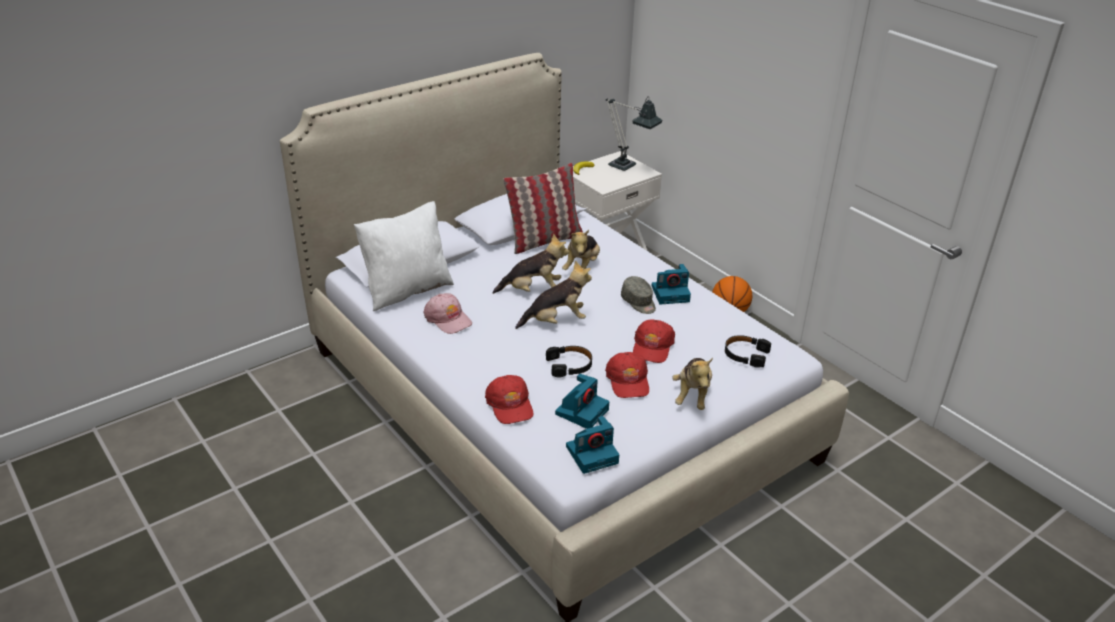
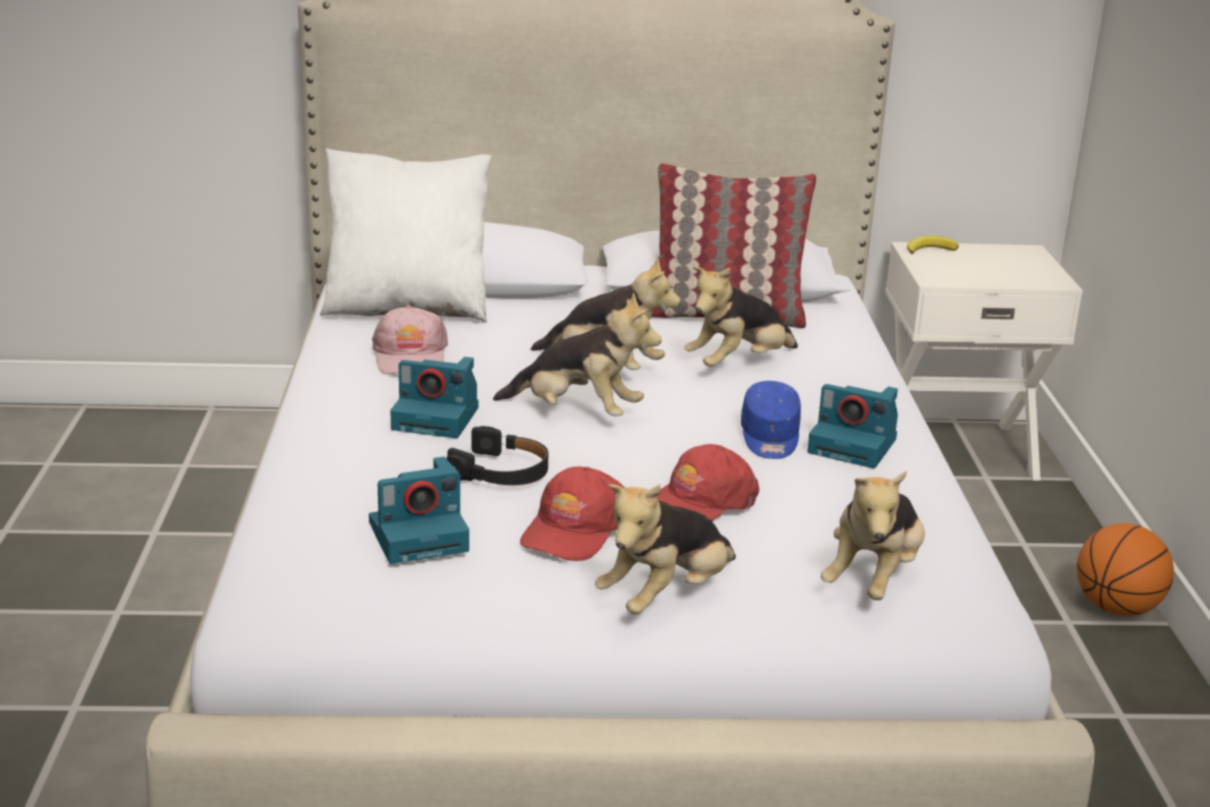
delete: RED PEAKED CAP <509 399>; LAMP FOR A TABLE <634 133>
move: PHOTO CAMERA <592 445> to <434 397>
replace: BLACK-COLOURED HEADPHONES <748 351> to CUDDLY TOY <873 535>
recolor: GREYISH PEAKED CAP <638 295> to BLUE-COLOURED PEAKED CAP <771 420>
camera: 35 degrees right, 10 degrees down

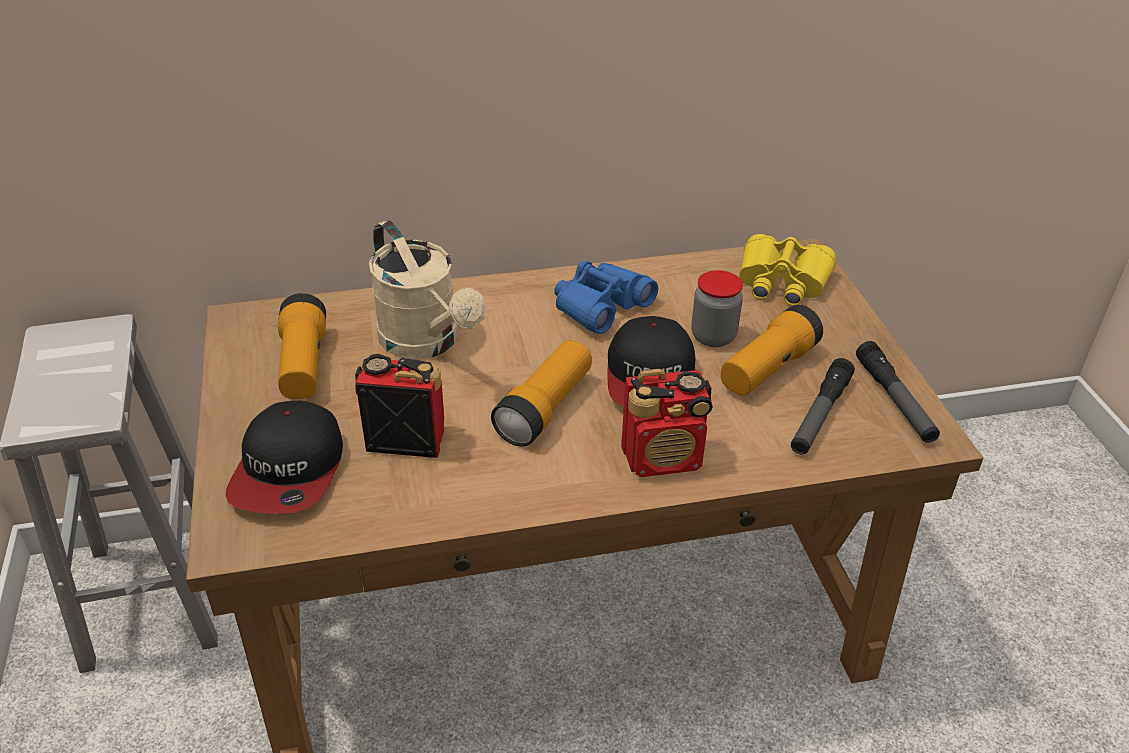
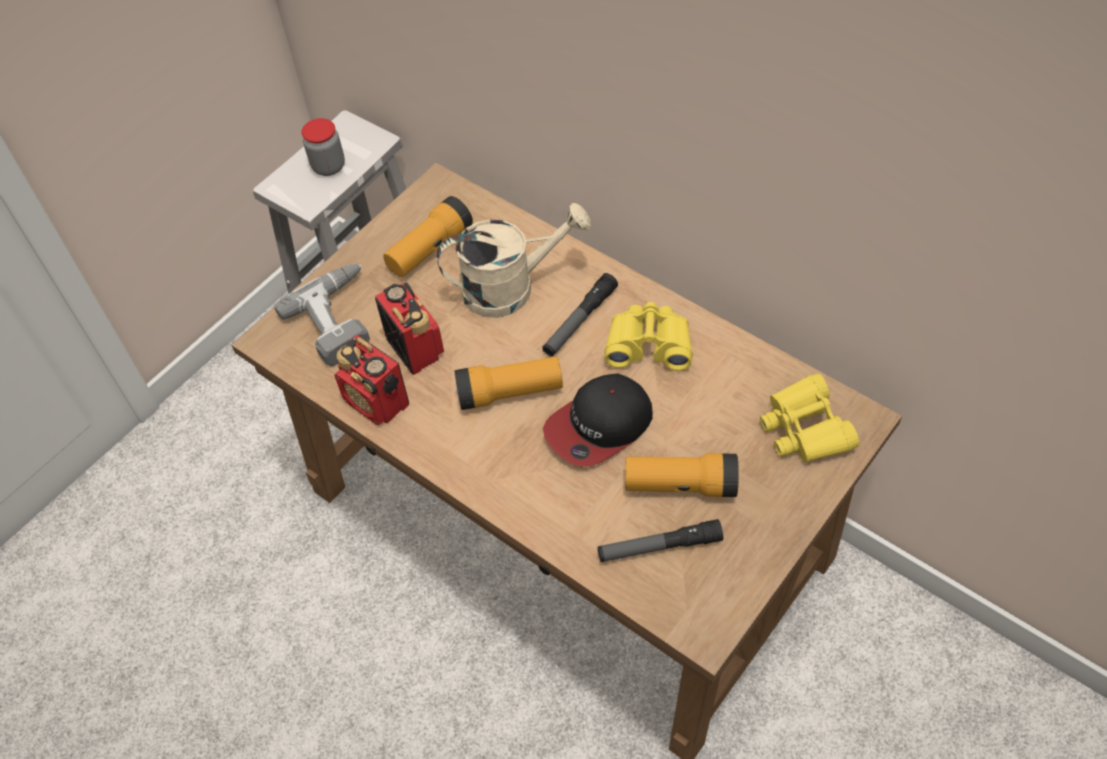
move: RADIO SET <667 423> to <372 380>; JAR <717 308> to <323 147>; FLASHLIGHT <898 392> to <580 315>
replace: PEAKED CAP <284 457> to POWER DRILL <322 315>
recolor: BLUE-COLOURED PAIR OF BINOCULARS <606 297> to YELLOW-COLOURED PAIR OF BINOCULARS <648 336>
rotate: SAND-COLOURED SPRINKLING CAN <427 289> = <513 260> 120 degrees counterclockwise
camera: 55 degrees right, 15 degrees up

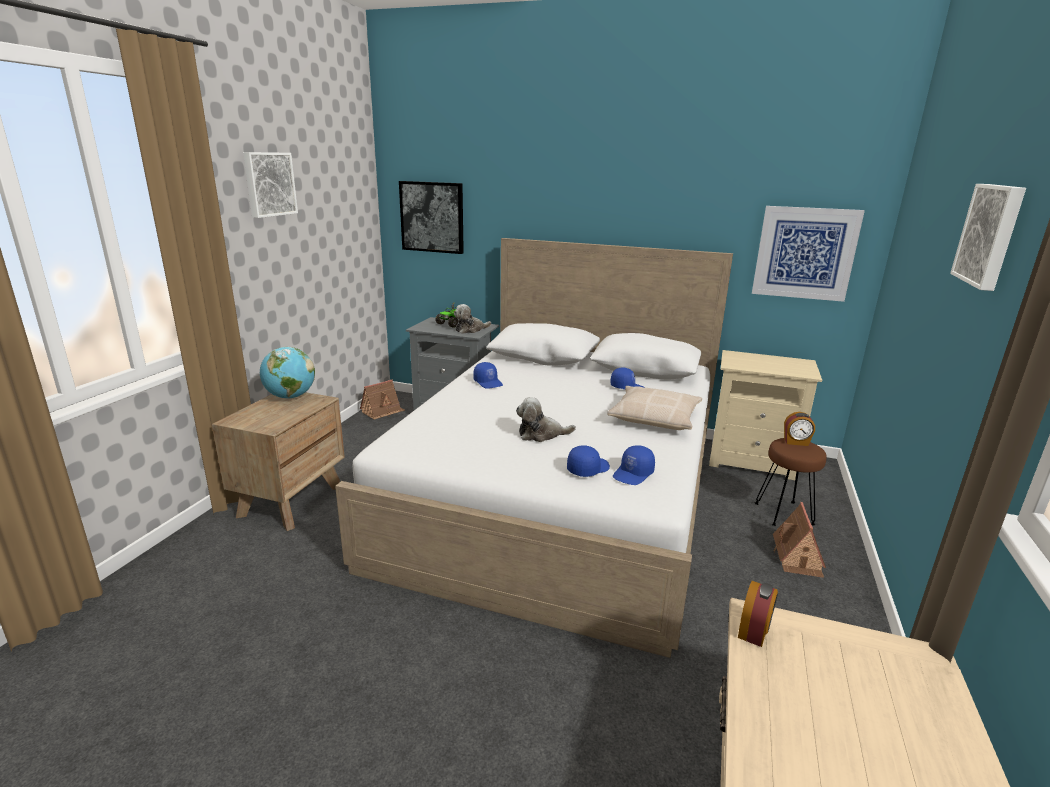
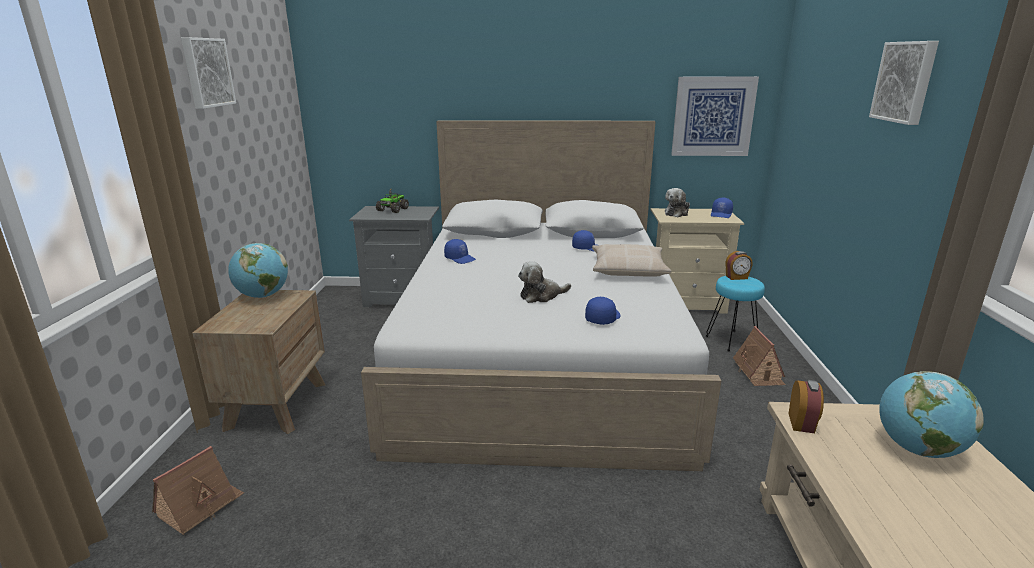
delete: PICTURE <431 217>
insert: WORLD GLOBE <931 414>
move: MINIATURE HOUSE <382 400> to <198 490>; CUDDLY TOY <472 319> to <677 202>; BLUE-COLOURED PEAKED CAP <634 465> to <722 207>
recolor: BROWN STOOL <791 482> to BLUE-GREEN STOOL <735 314>
camera: 15 degrees left, 0 degrees up

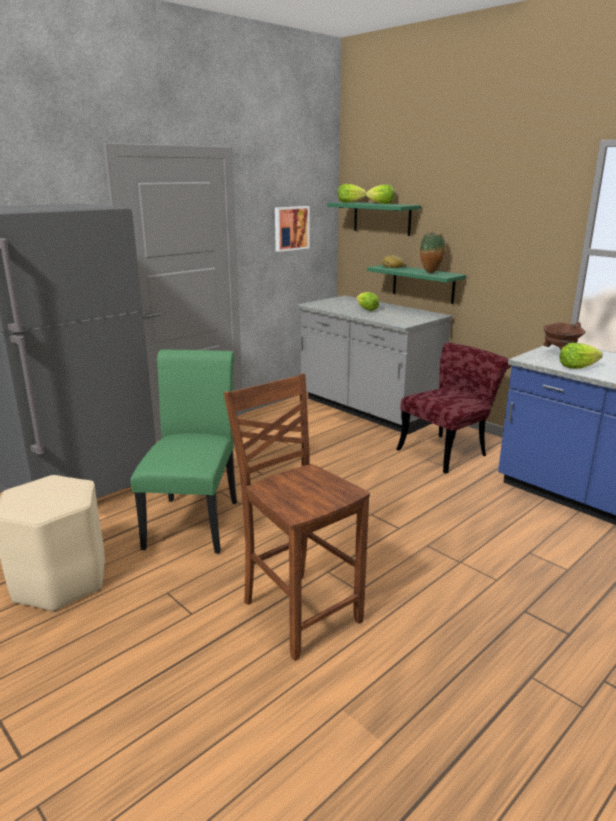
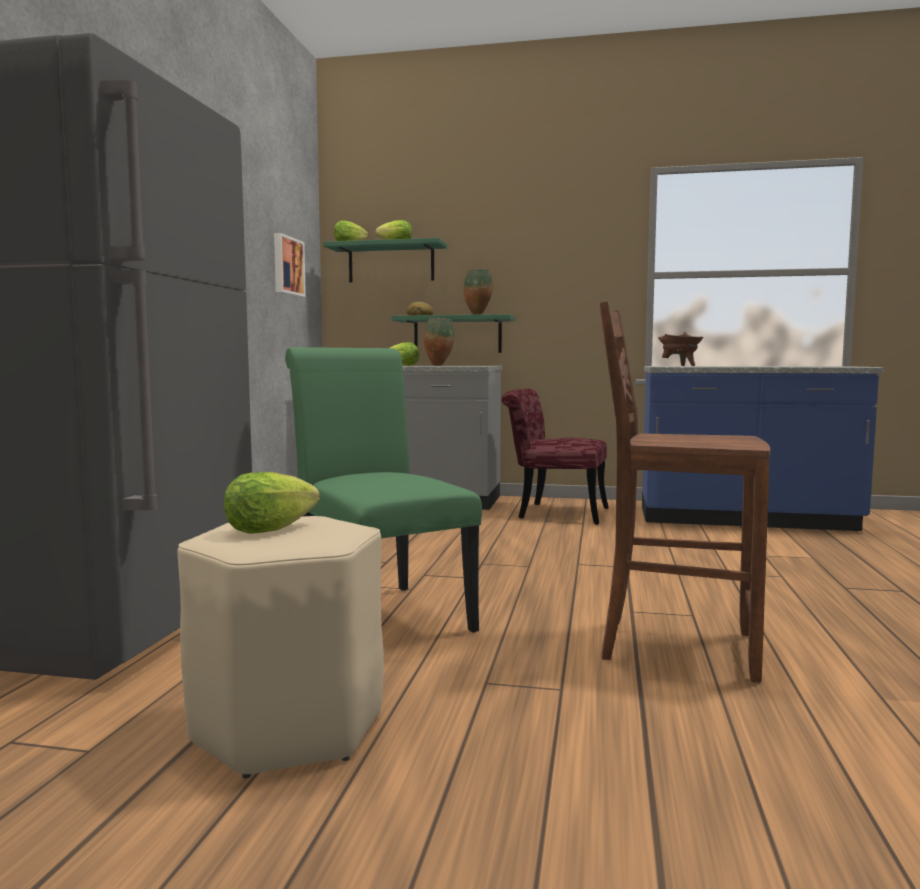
insert: DECORATIVE VASE <439 341>
move: LETTUCE HEAD <581 356> to <272 503>
rotate: RED PLAIN CHAIR <454 408> = <555 457> 90 degrees counterclockwise
camera: 35 degrees left, 15 degrees down

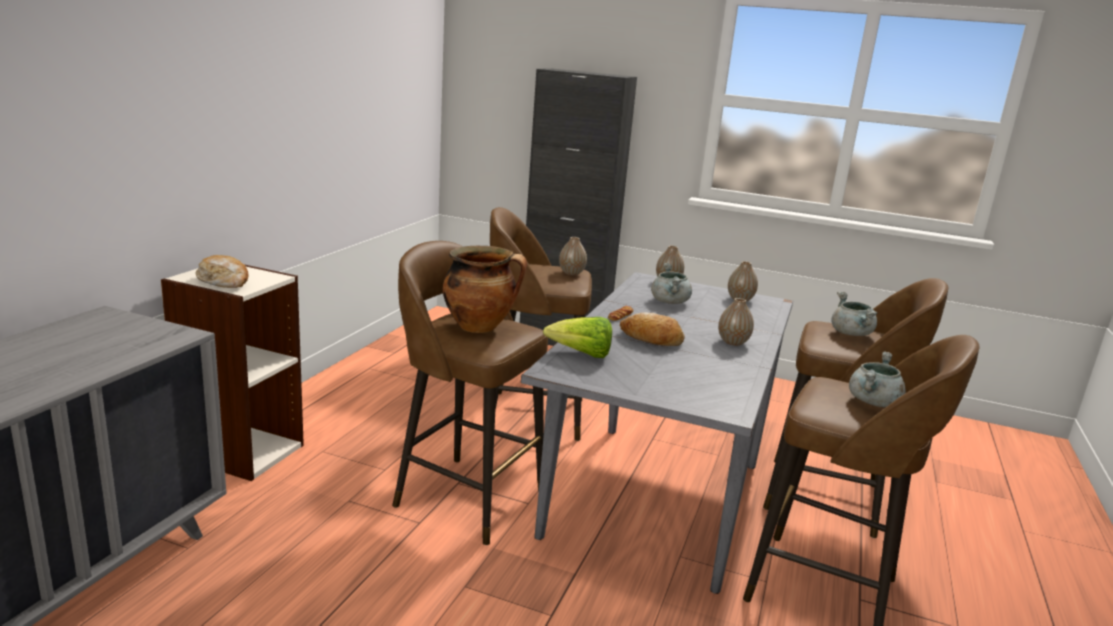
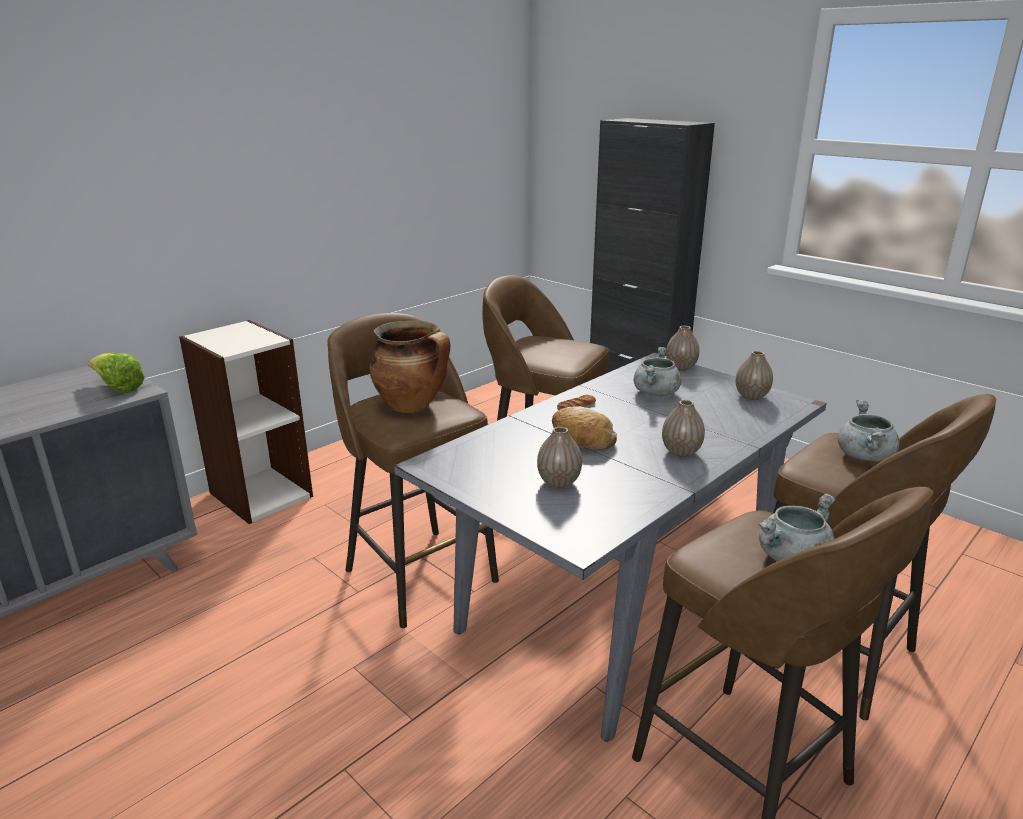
delete: BREAD <222 271>
move: LETTUCE HEAD <577 337> to <116 373>; DECORATIVE VASE <573 256> to <559 457>
camera: 25 degrees right, 5 degrees up

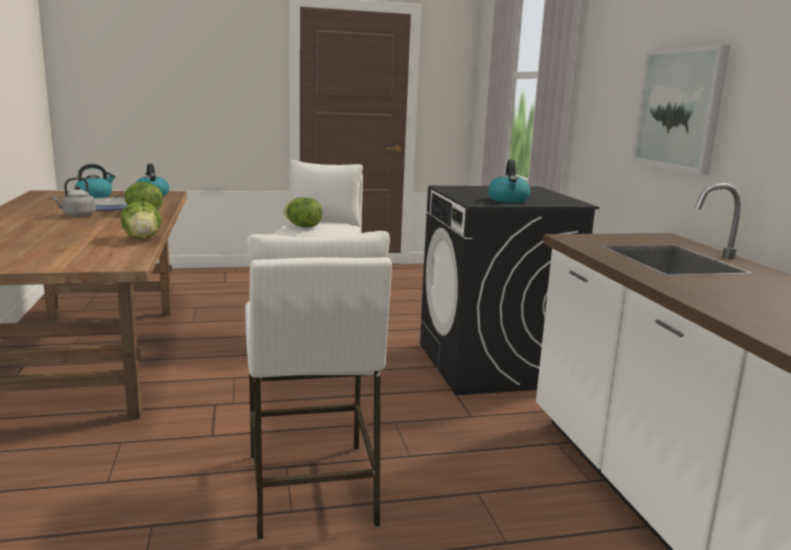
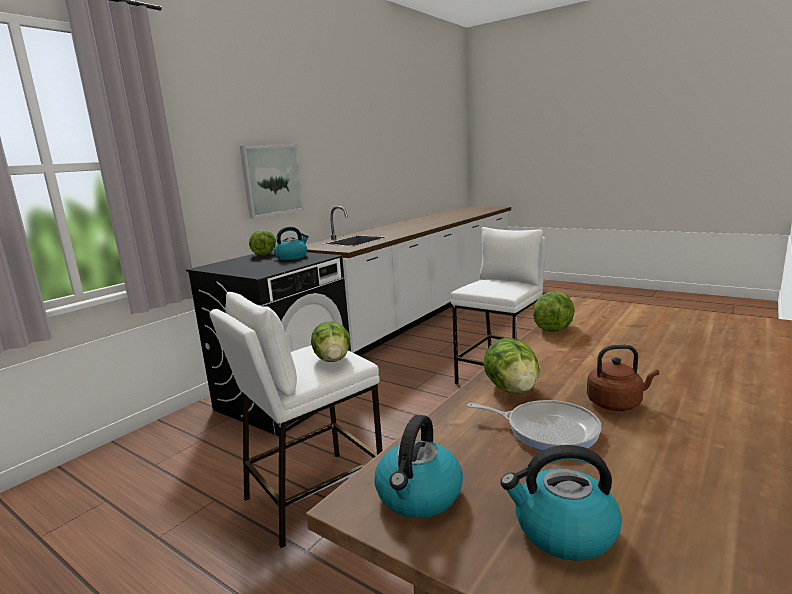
insert: LETTUCE HEAD <262 242>
recolor: GREYISH TEA KETTLE <74 197> to BROWN TEA KETTLE <623 378>
camera: 130 degrees left, 0 degrees up

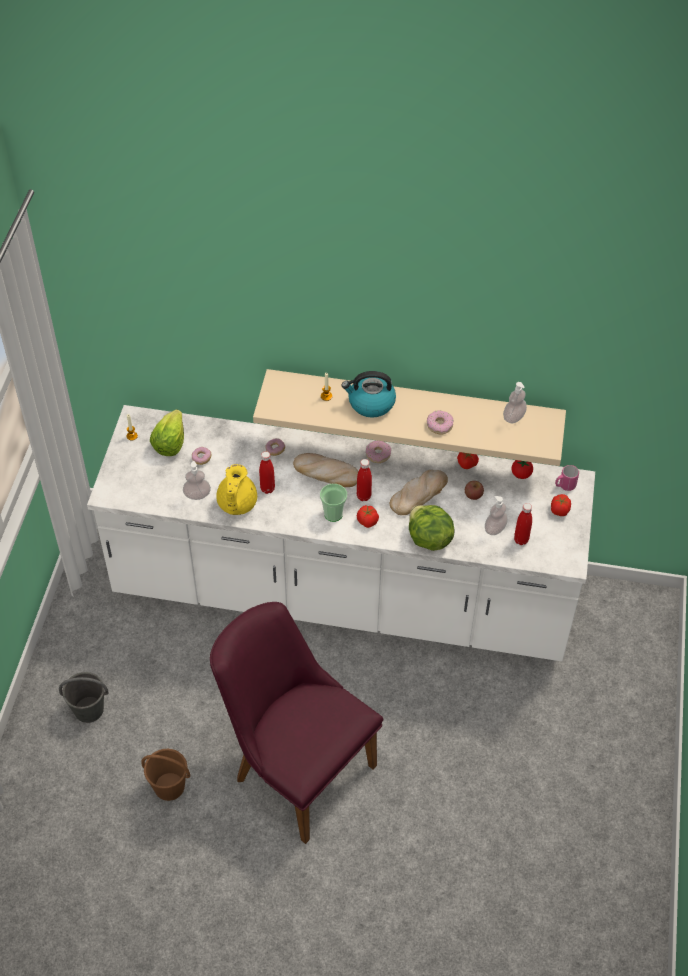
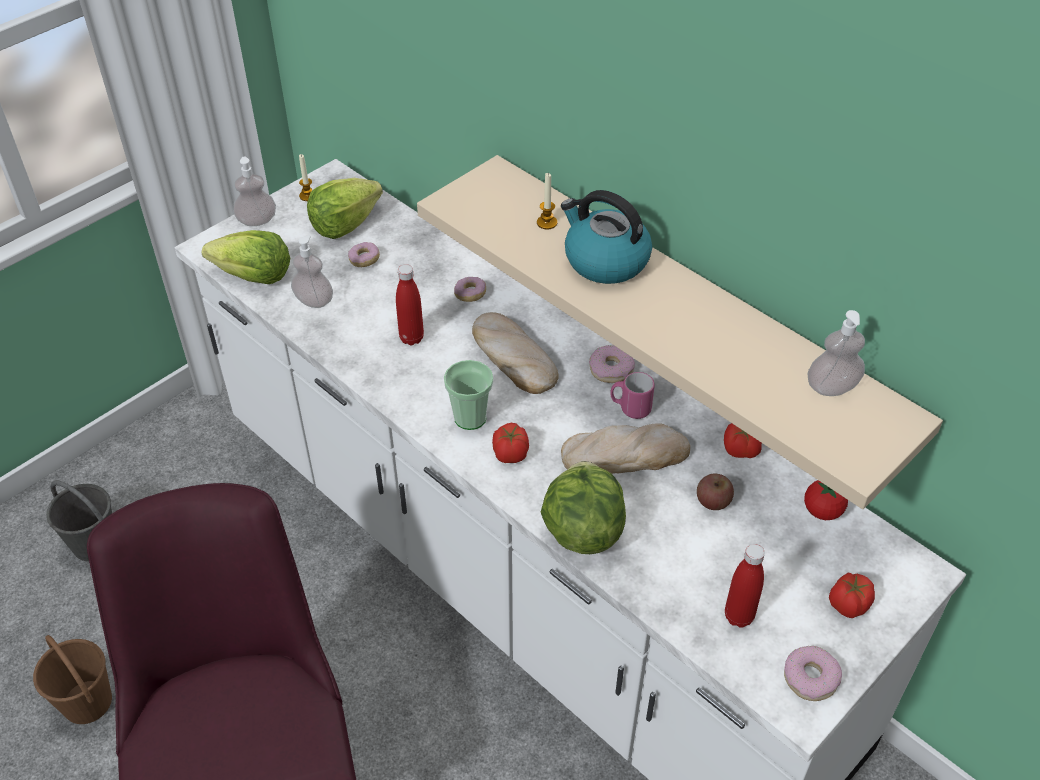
delete: YELLOW-COLOURED TEA POT <236 489>; RED BOTTLE <364 480>
insert: LETTUCE HEAD <245 257>
move: DONUT <440 422> to <813 673>; LIQUID SOAP BOTTLE <496 515> to <254 191>; PINK-COLOURED COFFEE MUG <567 478> to <632 395>
camera: 35 degrees right, 5 degrees down

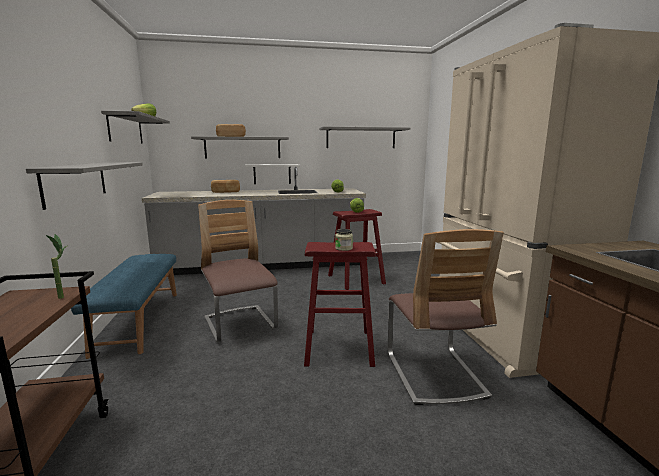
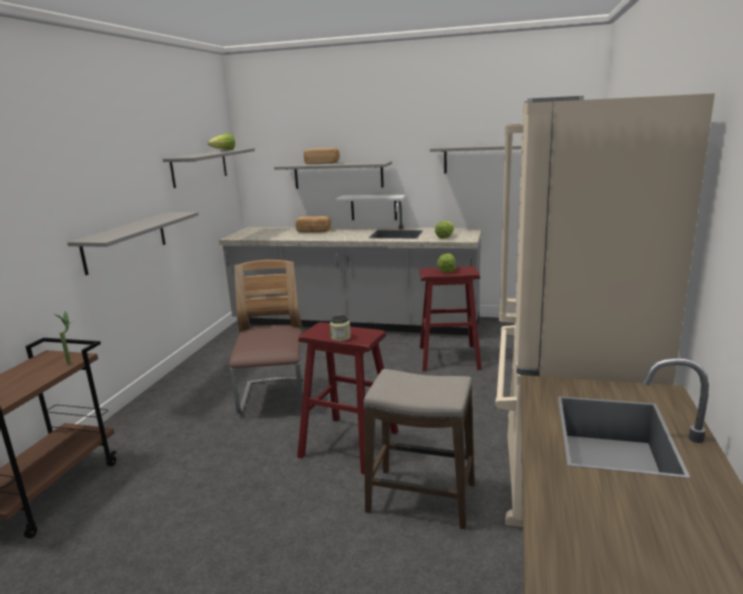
delete: BLUE-COLOURED INDOOR BENCH <124 306>
replace: PLAIN CHAIR <446 317> to STOOL <419 449>
camera: 25 degrees right, 5 degrees up

